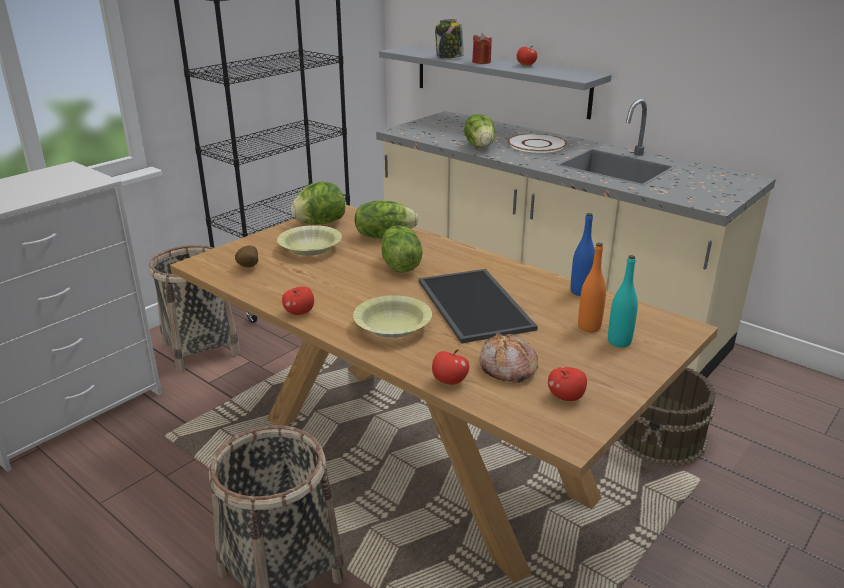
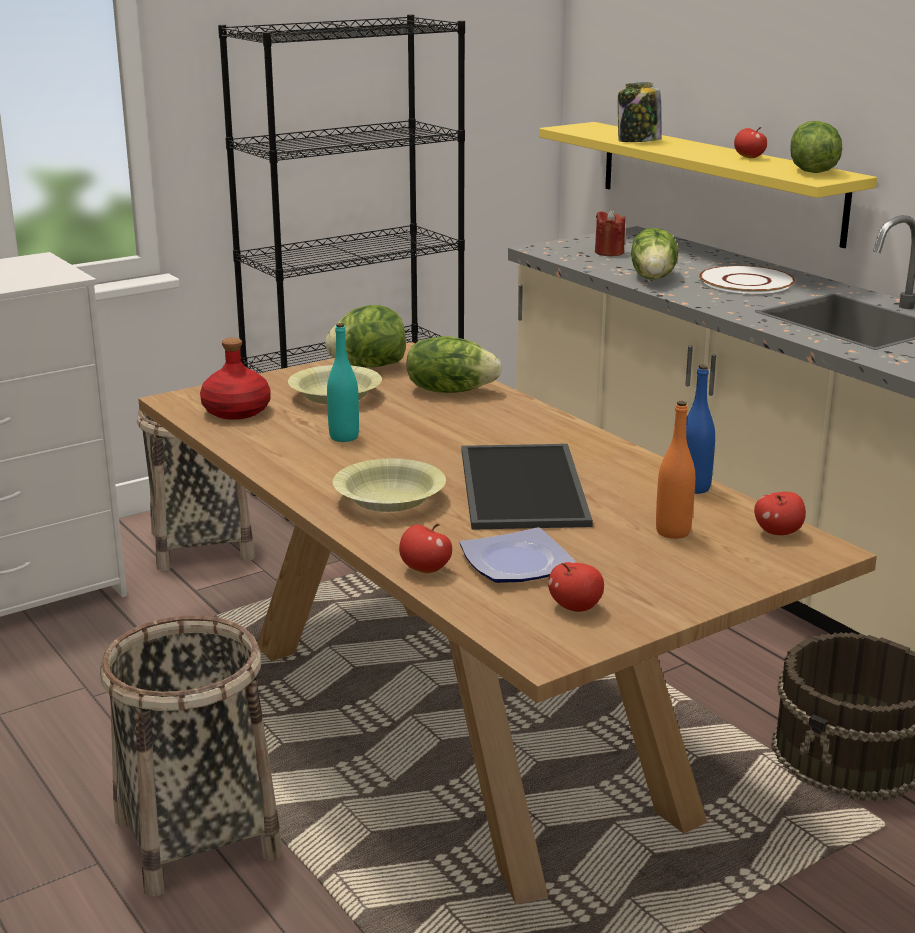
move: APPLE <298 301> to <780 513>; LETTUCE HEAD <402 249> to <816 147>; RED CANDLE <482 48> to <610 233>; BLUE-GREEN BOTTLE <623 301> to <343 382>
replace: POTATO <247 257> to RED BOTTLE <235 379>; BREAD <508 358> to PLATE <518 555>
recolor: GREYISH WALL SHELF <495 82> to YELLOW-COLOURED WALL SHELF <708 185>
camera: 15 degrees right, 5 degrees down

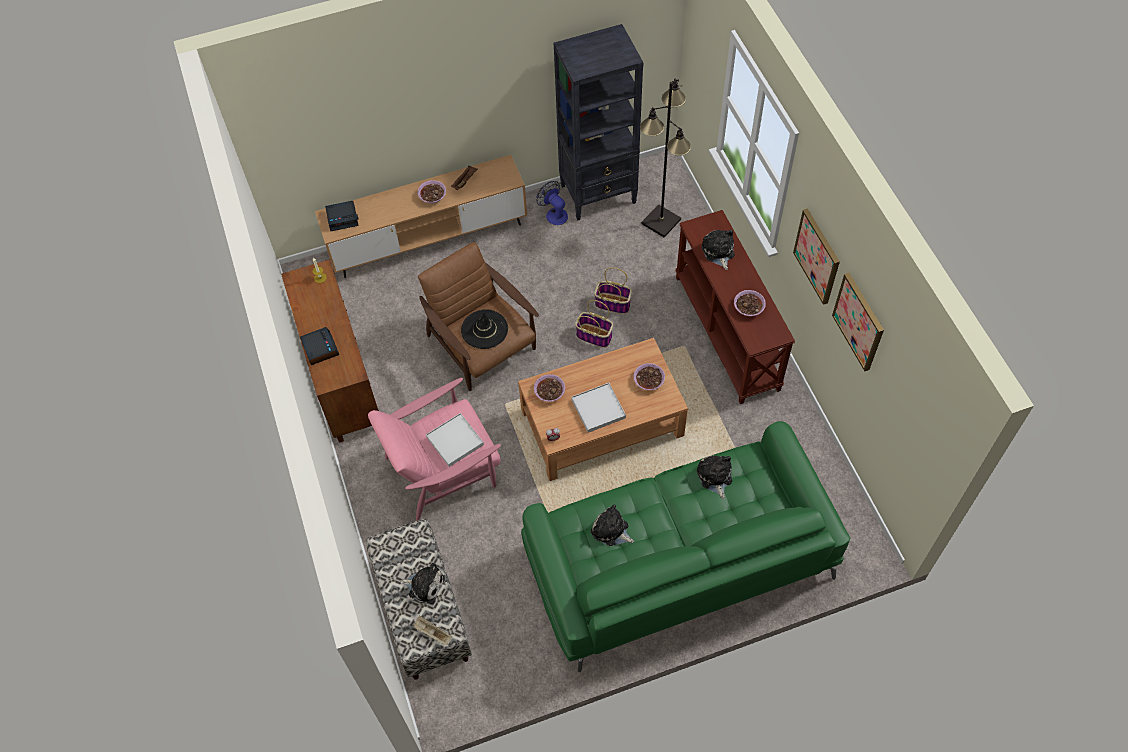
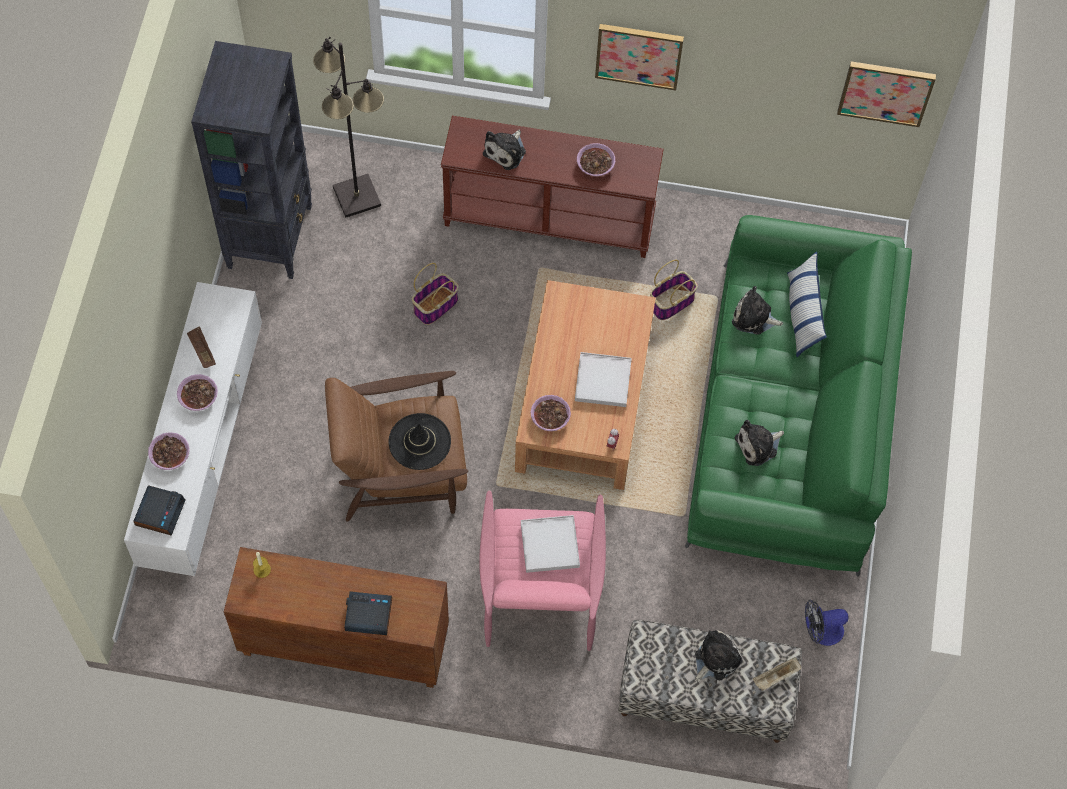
insert: CUSHION <807 304>
move: FAN <552 203> to <826 622>; BASKET <594 324> to <674 290>; DEEP DISH <649 376> to <169 451>; PICTURE <858 322> to <886 94>
recolor: BROWN TV UNIT <421 216> to WHITE-COLOURED TV UNIT <193 429>
rotate: CUDDLY TOY <718 250> = <504 150> 75 degrees counterclockwise
camera: 65 degrees left, 5 degrees up

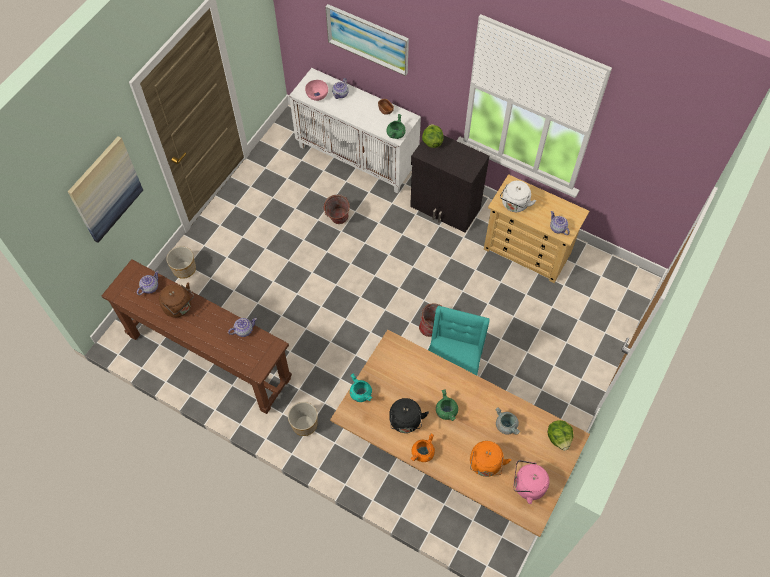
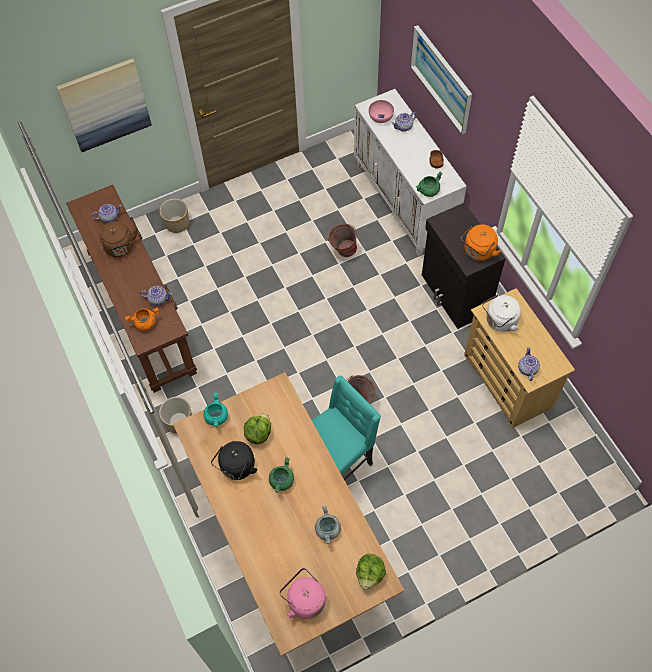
move: ORANGE STOCKPOT <423 448> to <142 319>; LETTUCE HEAD <433 136> to <257 429>; ORANGE TEA KETTLE <490 459> to <481 242>
camera: 35 degrees right, 0 degrees up

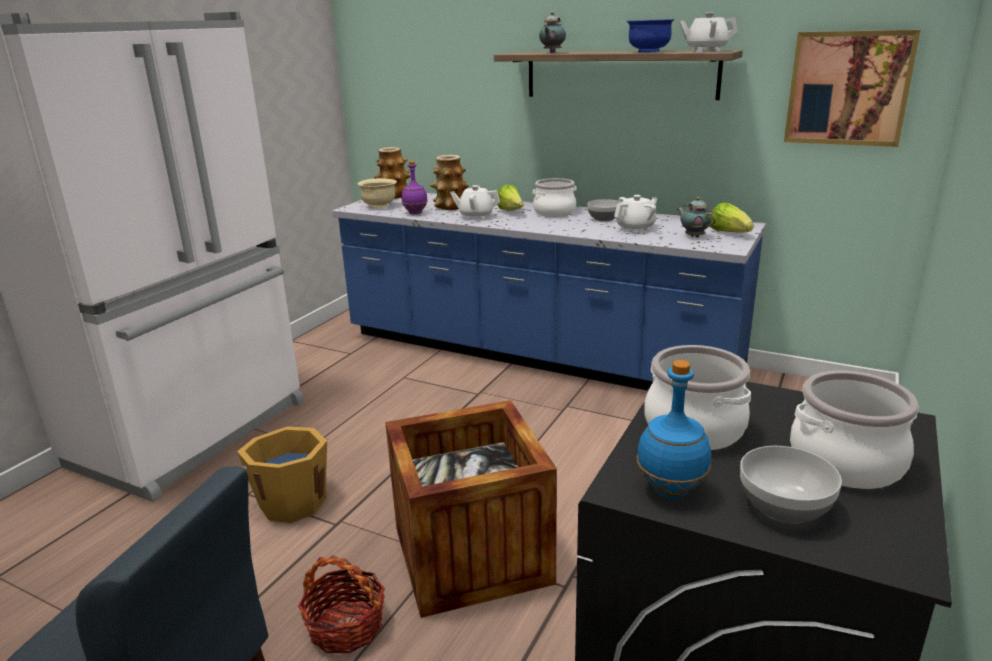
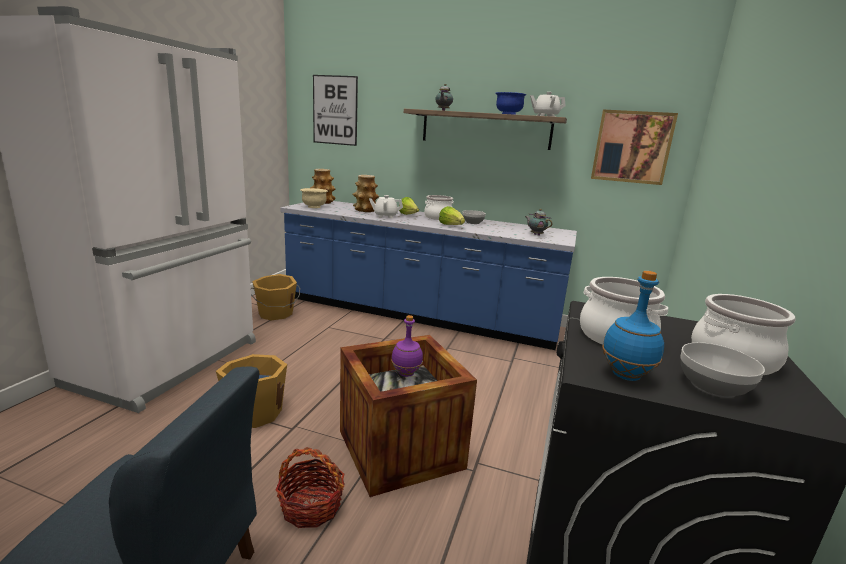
delete: WHITE-COLOURED TEA POT <635 214>
insert: ORANGE WATER BUCKET <275 297>; PICTURE <335 110>
move: PURPLE BOTTLE <415 187> to <407 346>; LETTUCE HEAD <732 218> to <452 215>
camera: 10 degrees left, 5 degrees down

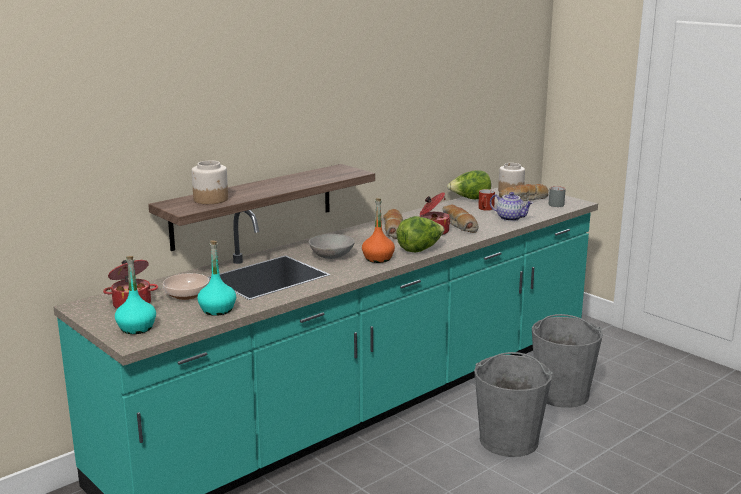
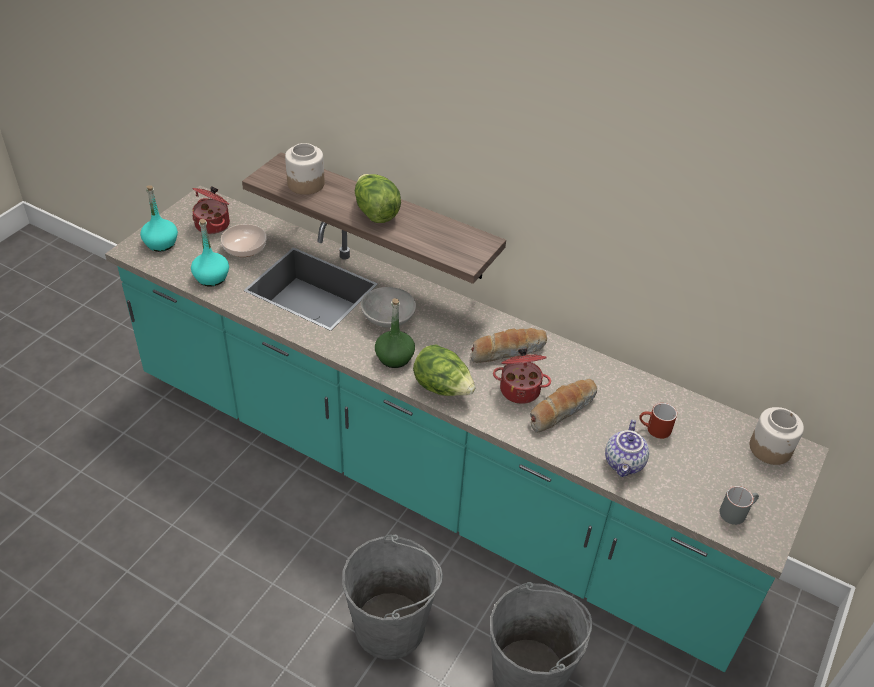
delete: BREAD <524 192>
move: LETTUCE HEAD <469 184> to <378 198>
recolor: ORANGE BOTTLE <378 230> to GREEN-COLOURED BOTTLE <395 333>
camera: 70 degrees right, 25 degrees up

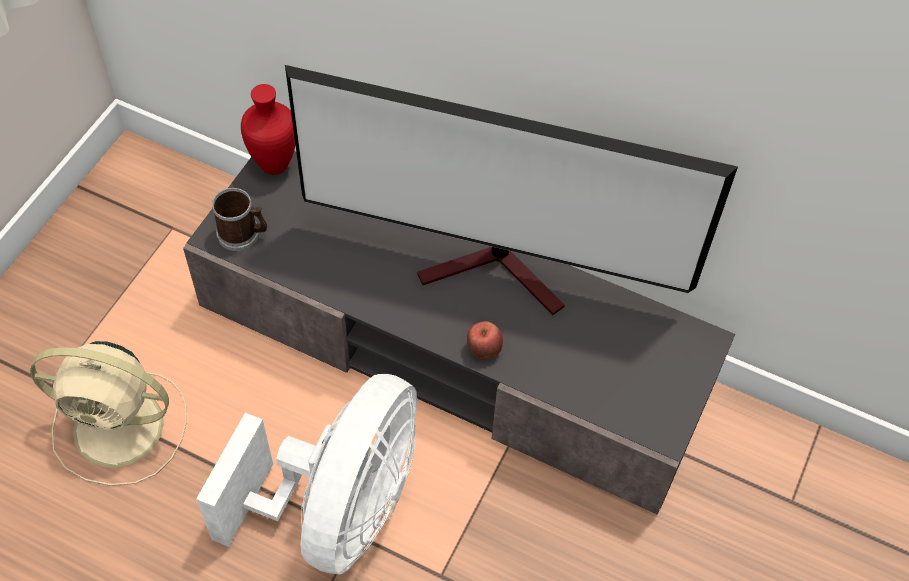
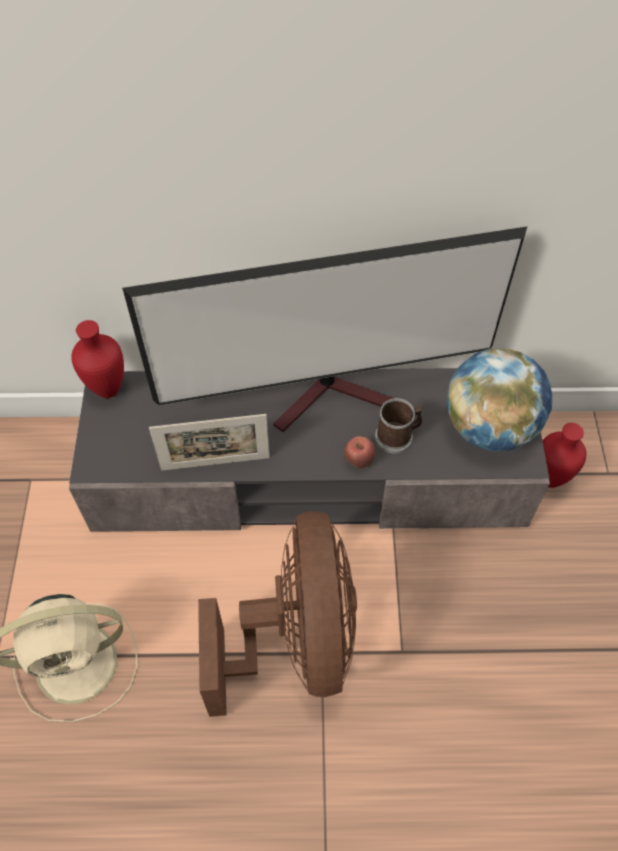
insert: STANDING FRAME <209 442>; WORLD GLOBE <499 399>; RED DECORATIVE VASE <564 455>
move: COFFEE MUG <239 219> to <399 426>
recolor: WHITE-COLOURED FAN <306 474> to BROWN FAN <277 614>
camera: 25 degrees left, 0 degrees up

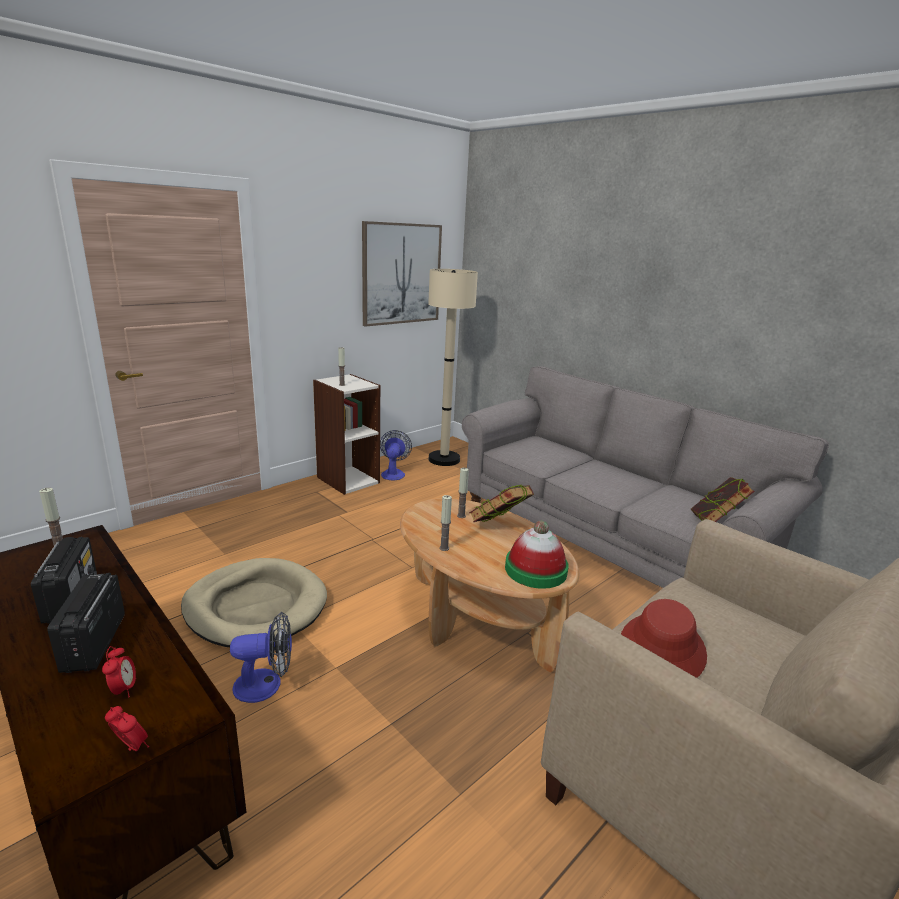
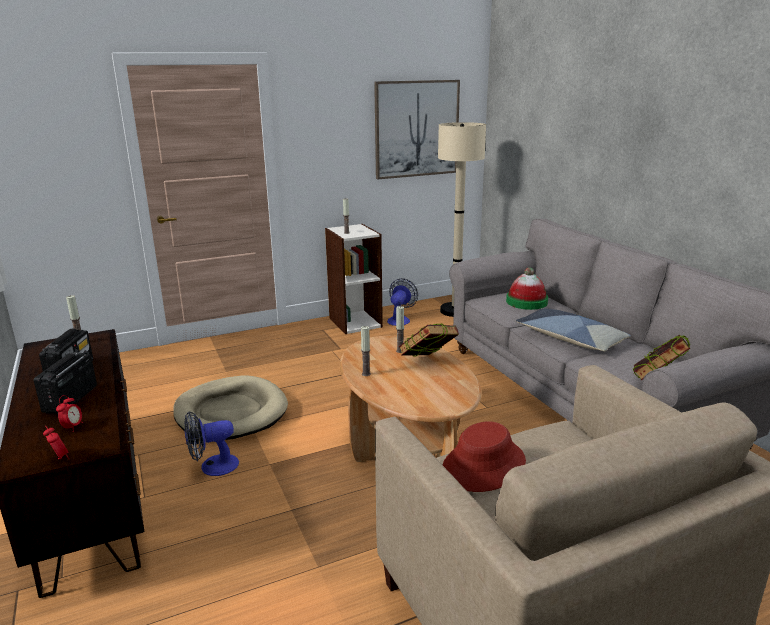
insert: CUSHION <573 329>
move: CLOTHING HAT <536 554> to <527 288>
rotate: FAN <261 657> = <211 443> 150 degrees clockwise
camera: 20 degrees right, 0 degrees up

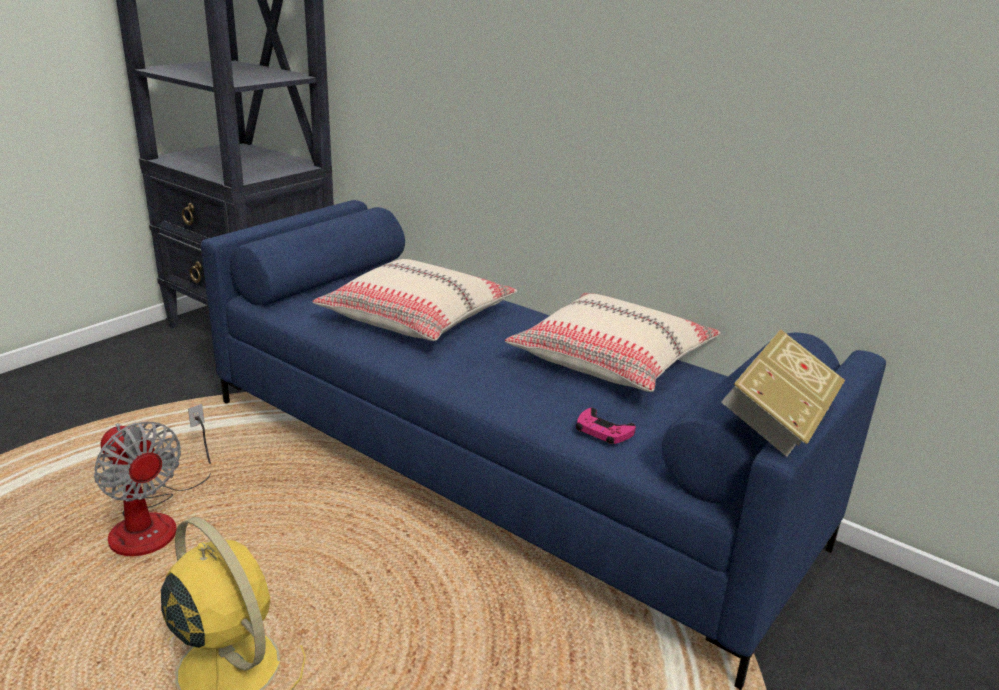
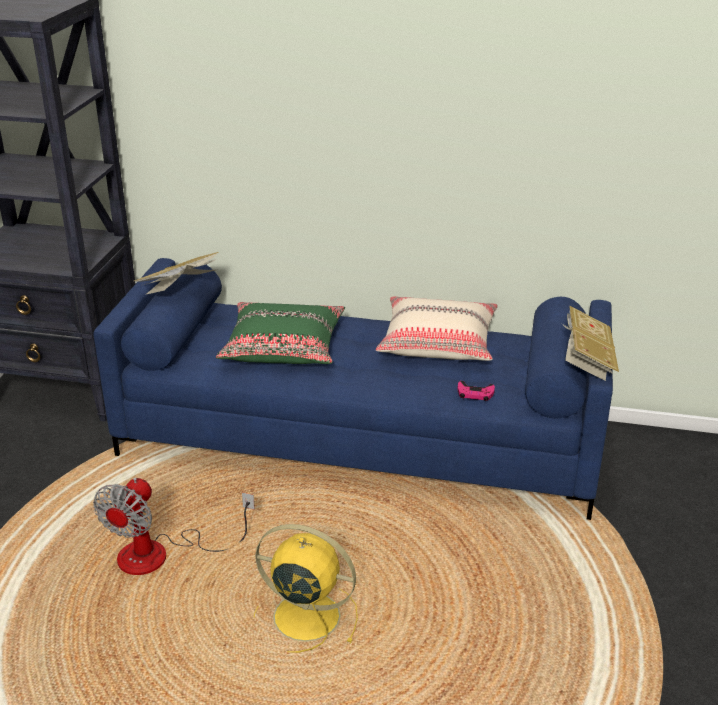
insert: VOLUME <176 273>
recolor: SAND-COLOURED CUSHION <414 300> to GREEN-COLOURED CUSHION <280 333>
rotate: FAN <152 480> = <174 526> 90 degrees clockwise
camera: 25 degrees left, 5 degrees up

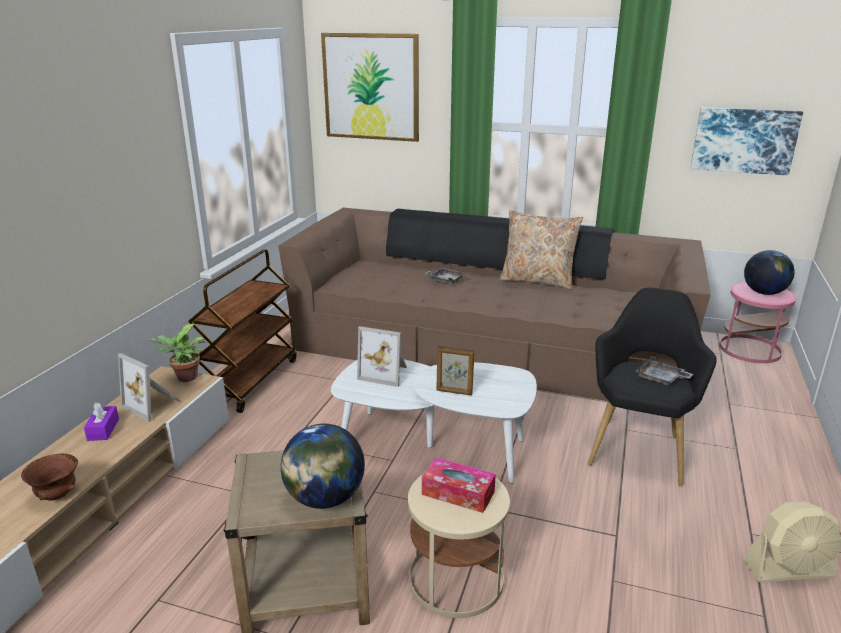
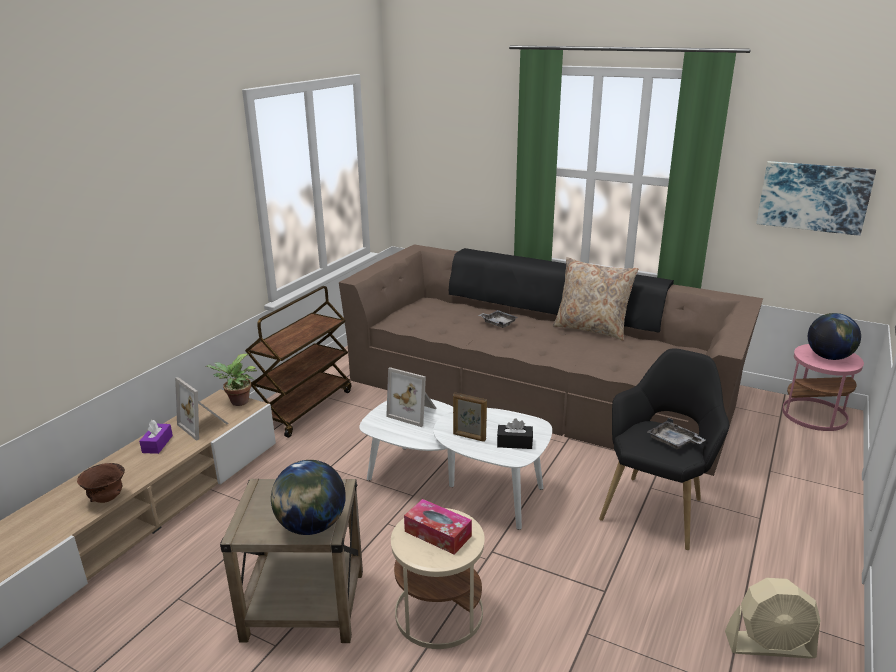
delete: PICTURE <370 87>
insert: BLACK-COLOURED TISSUE HOLDER <515 433>
camera: 10 degrees right, 0 degrees up

